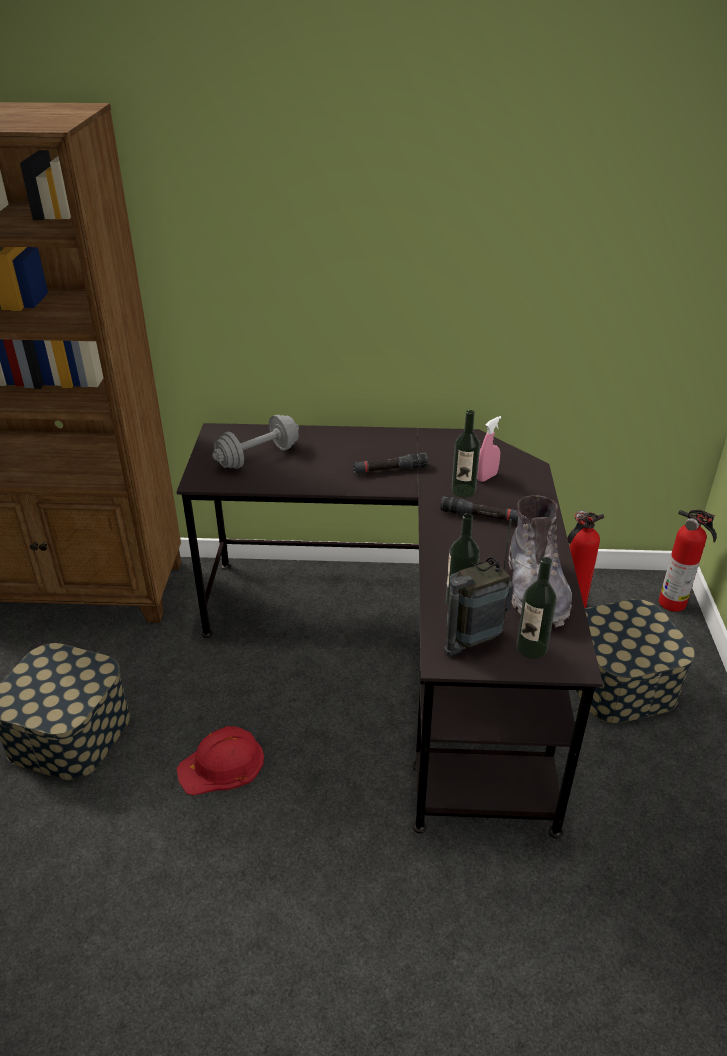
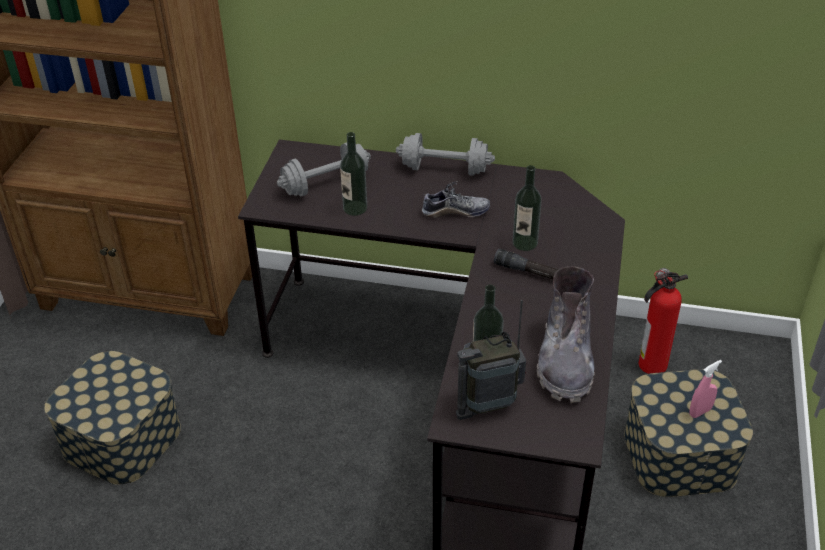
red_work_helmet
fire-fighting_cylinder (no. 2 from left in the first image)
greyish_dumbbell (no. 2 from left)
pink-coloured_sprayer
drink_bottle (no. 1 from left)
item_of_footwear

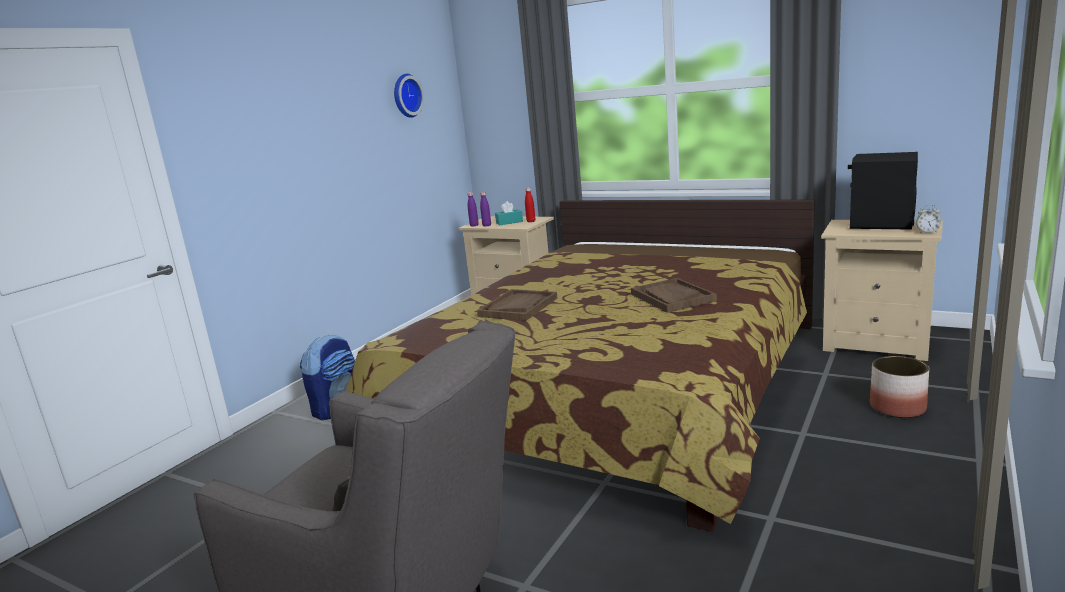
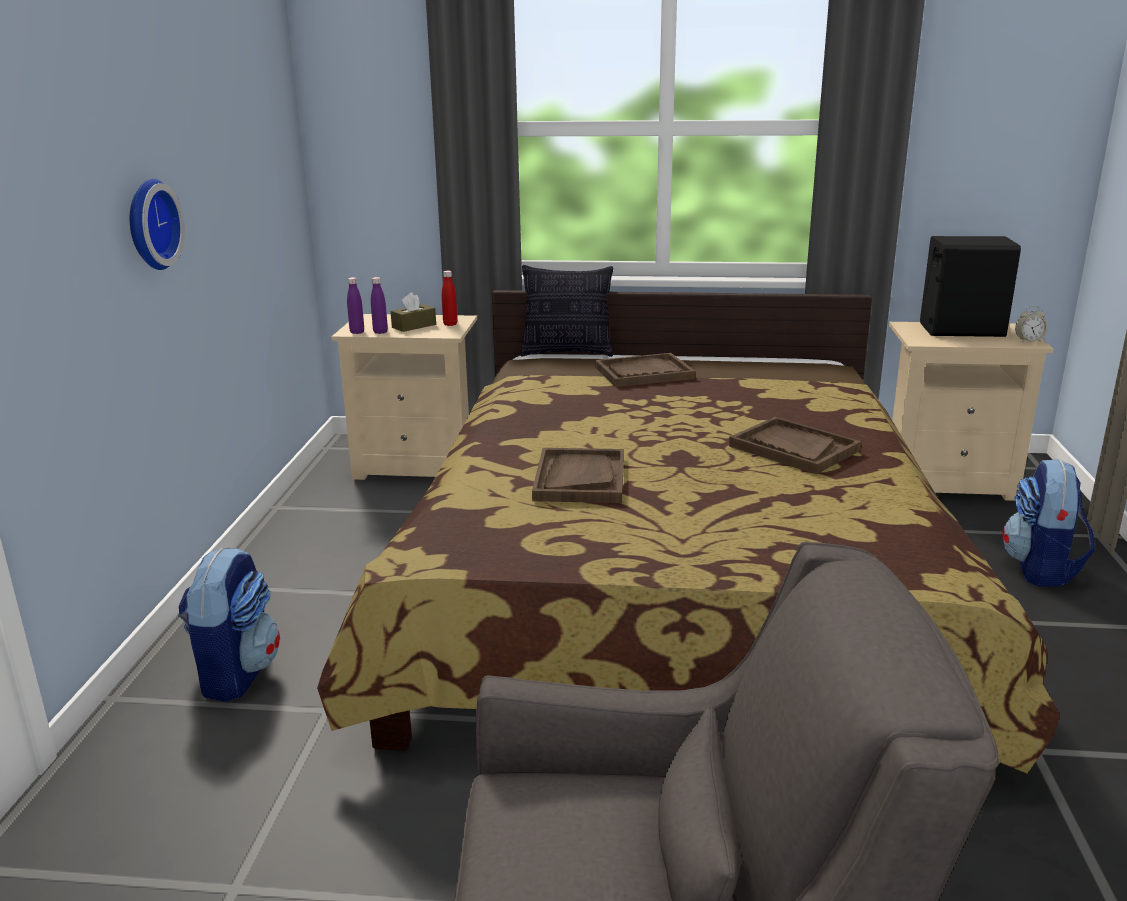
pillow
brown_tray (no. 2 from left)
wall_clock
rucksack (no. 2 from left)
brown_tissue_box

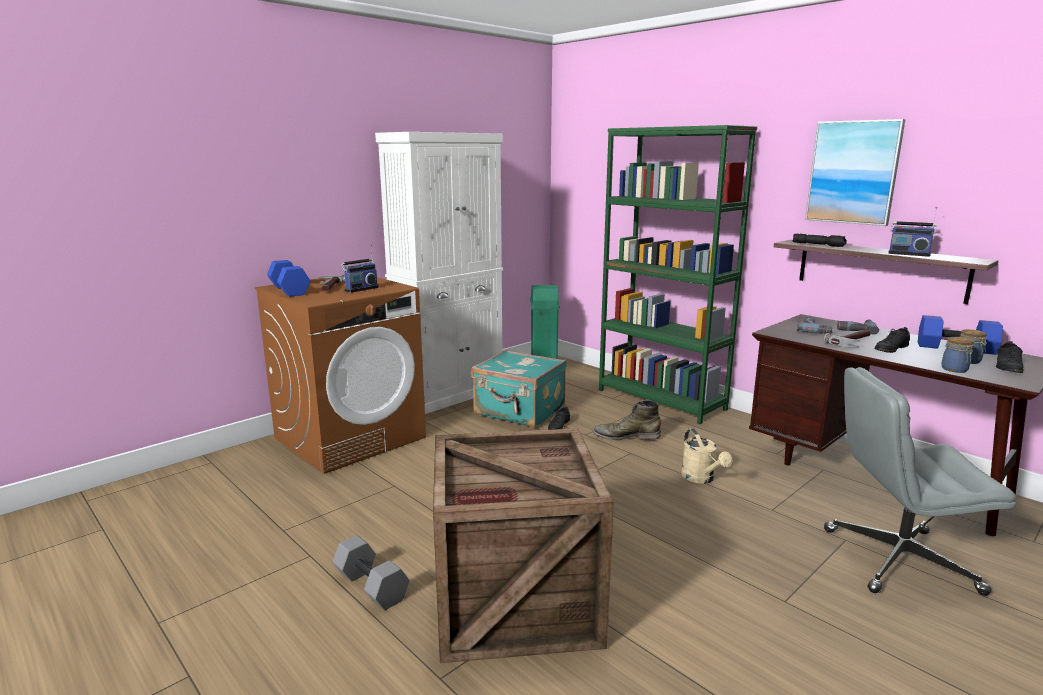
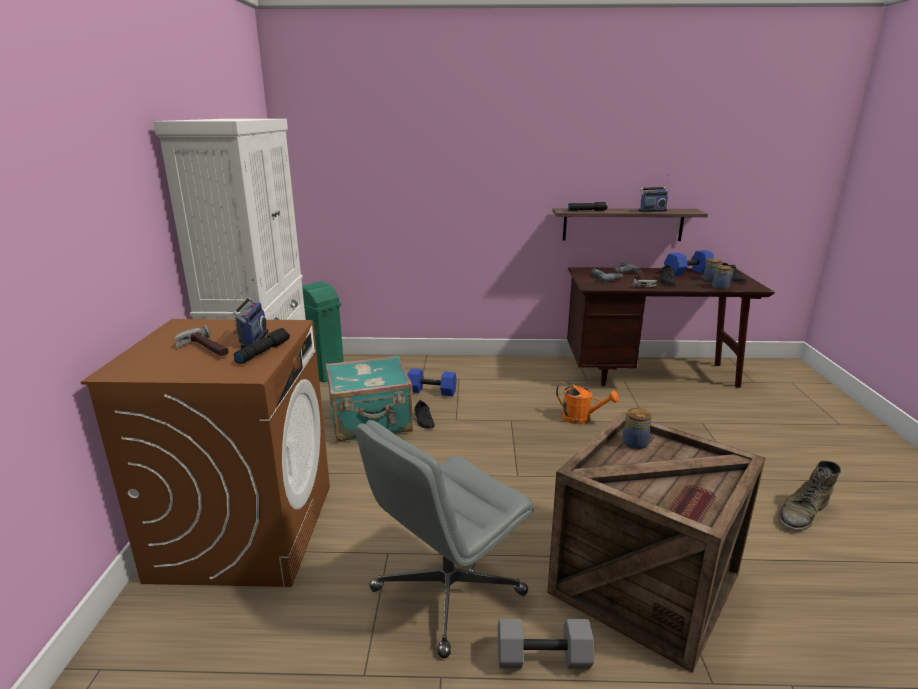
greenish_shelving_unit
picture
black_flashlight (no. 1 from left)
preserve_jar (no. 1 from left)
blue_dumbbell (no. 1 from left)
greenish_tall_boot
greyish_computer_chair
orange-coloured_watering_can

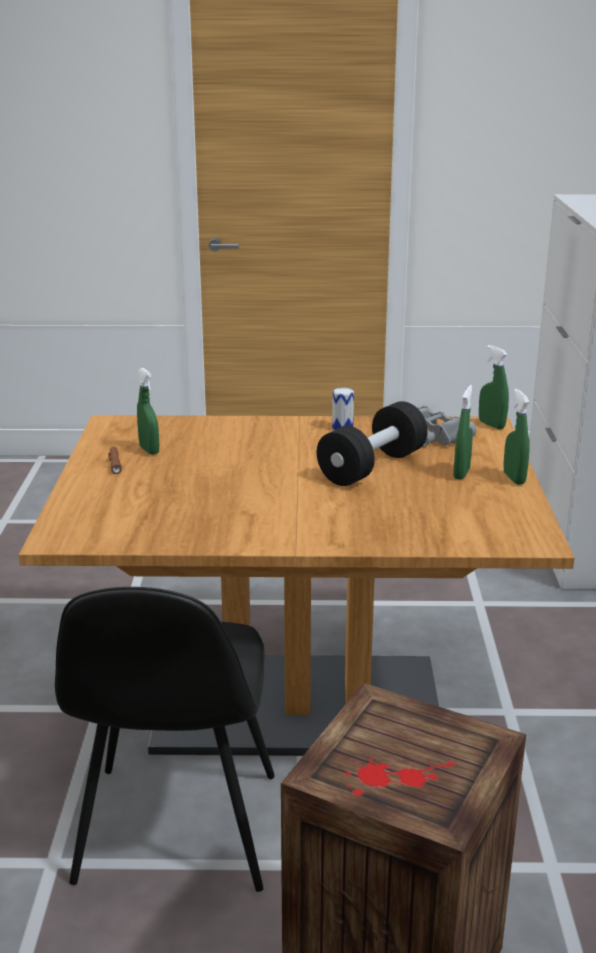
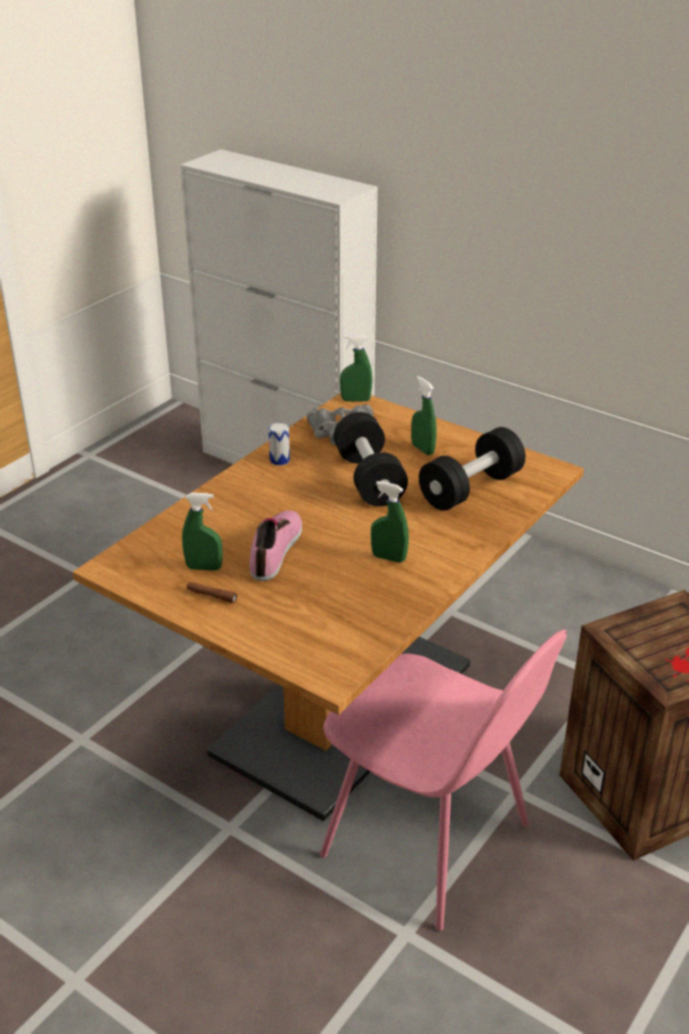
item_of_footwear
black_dumbbell (no. 2 from left)
greenish_sprayer (no. 3 from left)
pink-coloured_plain_chair

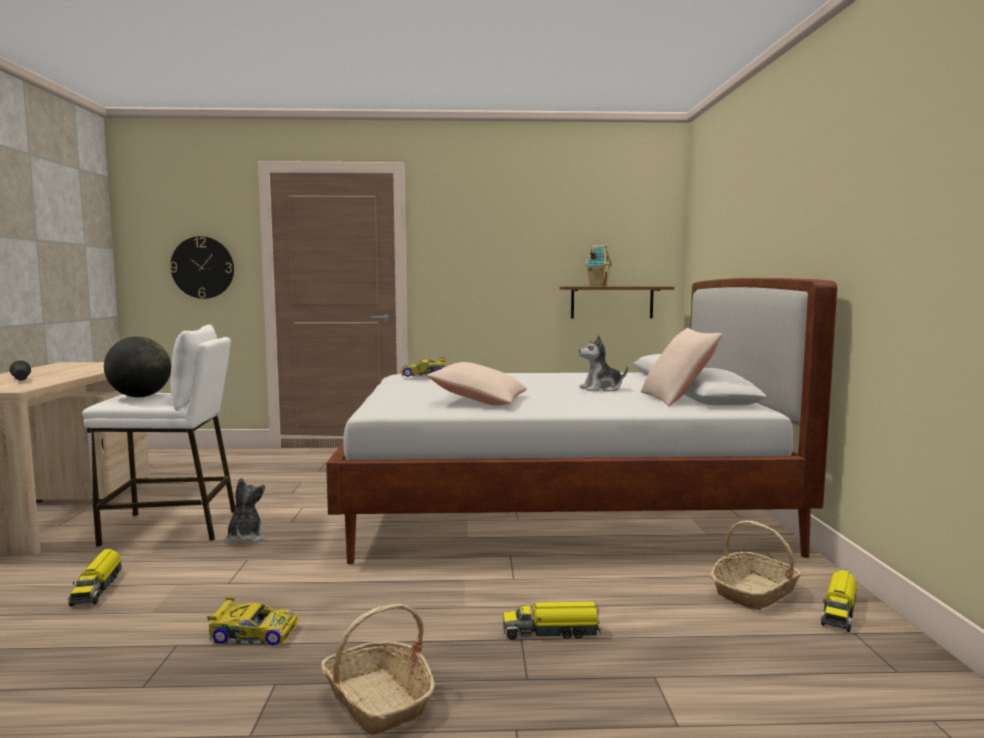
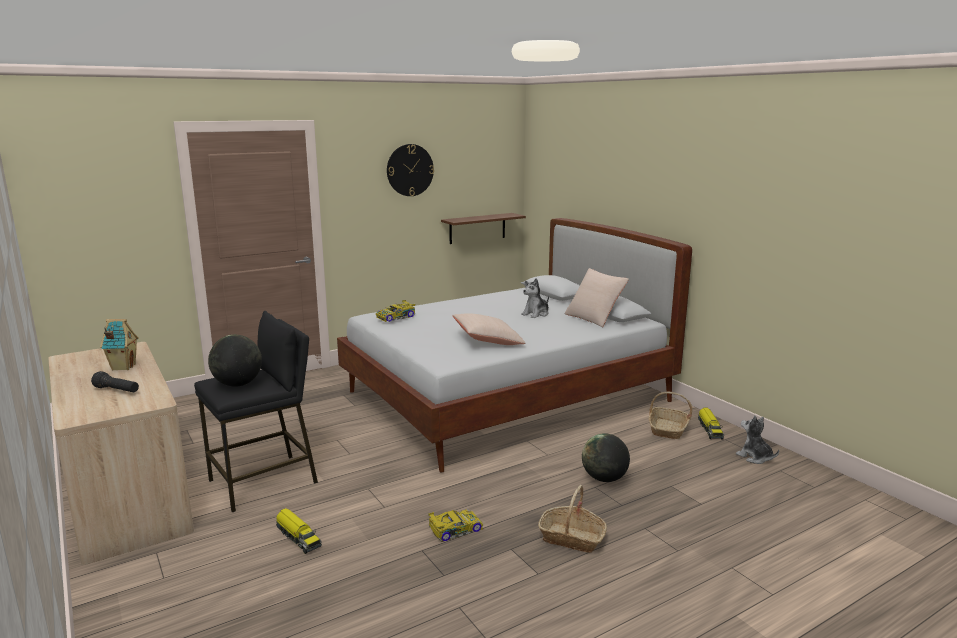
wall_clock
cuddly_toy (no. 2 from left)
model_house
globe (no. 2 from left)
black_stool

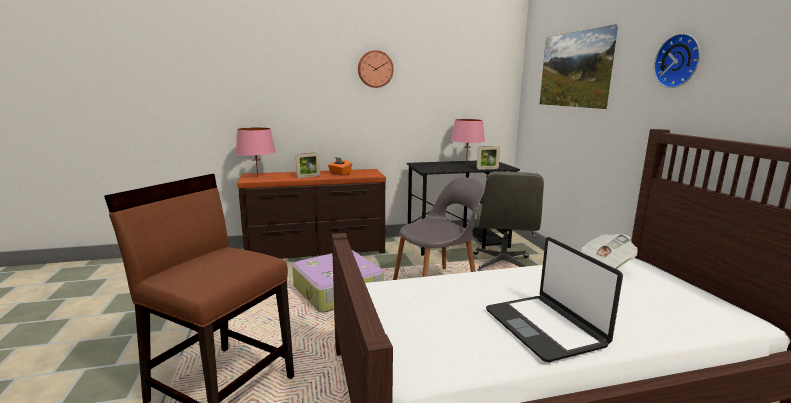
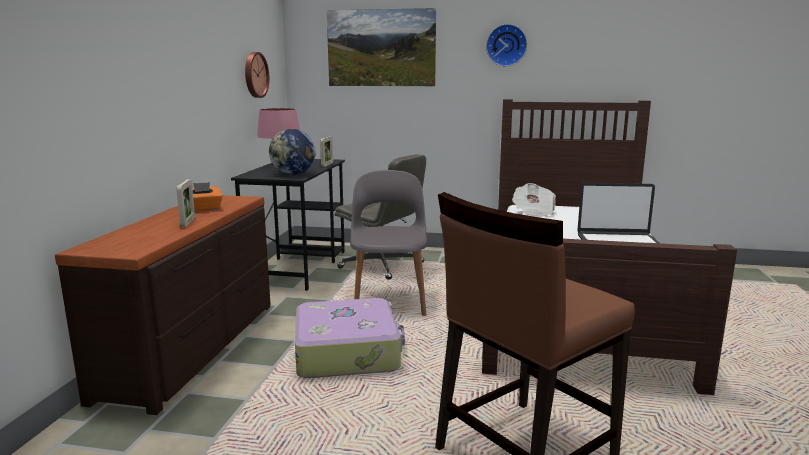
pink-coloured_table_lamp (no. 1 from left in the first image)
globe
wall_clock (no. 1 from left)

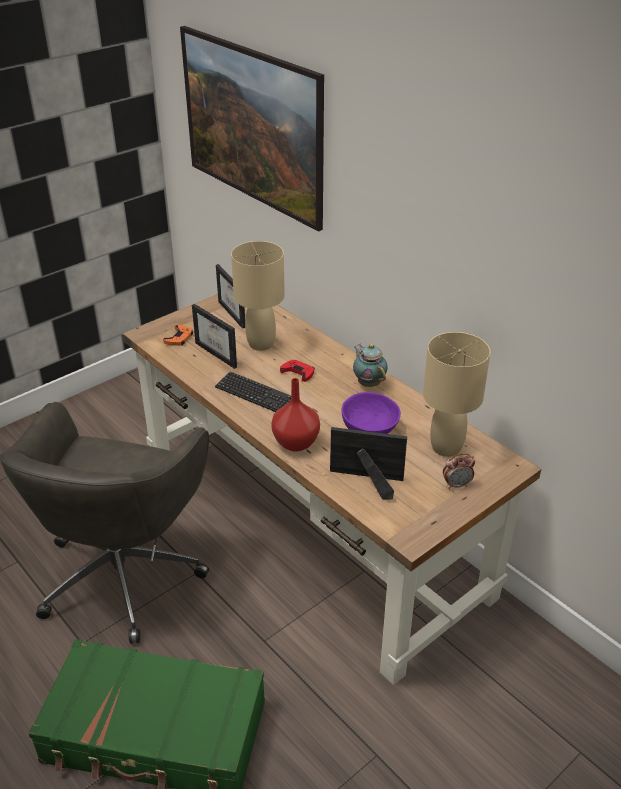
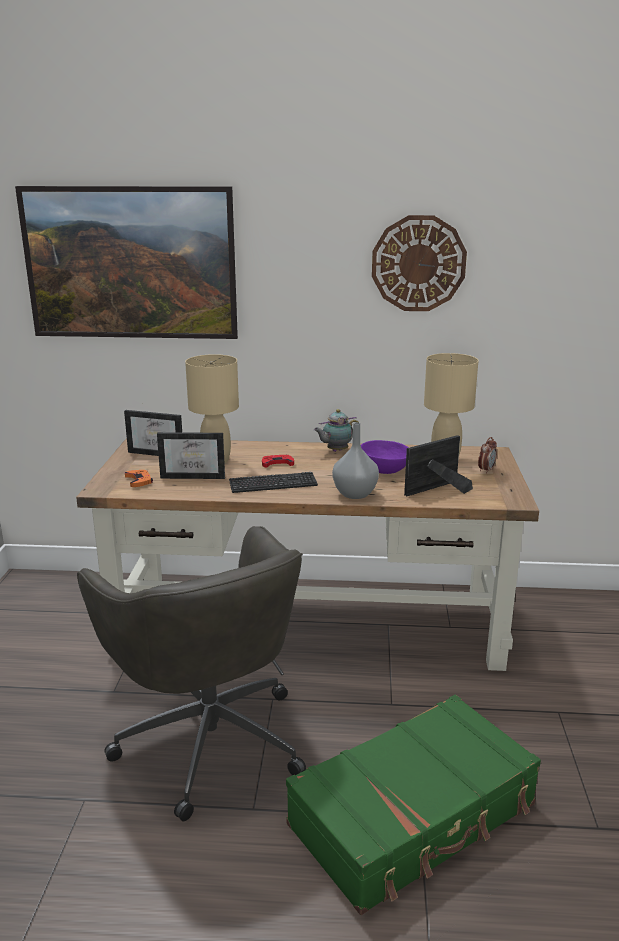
wall_clock
greyish_decorative_vase
teapot

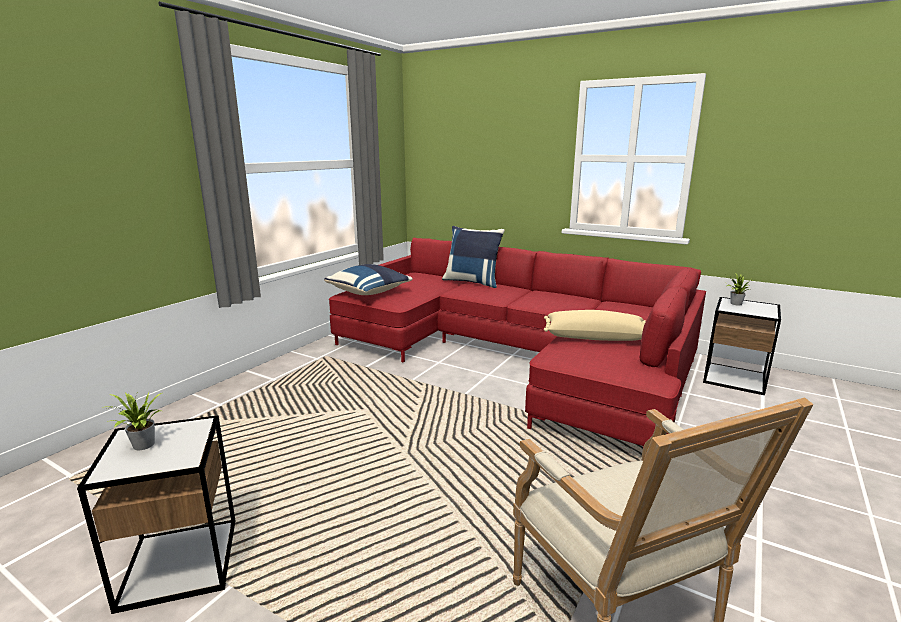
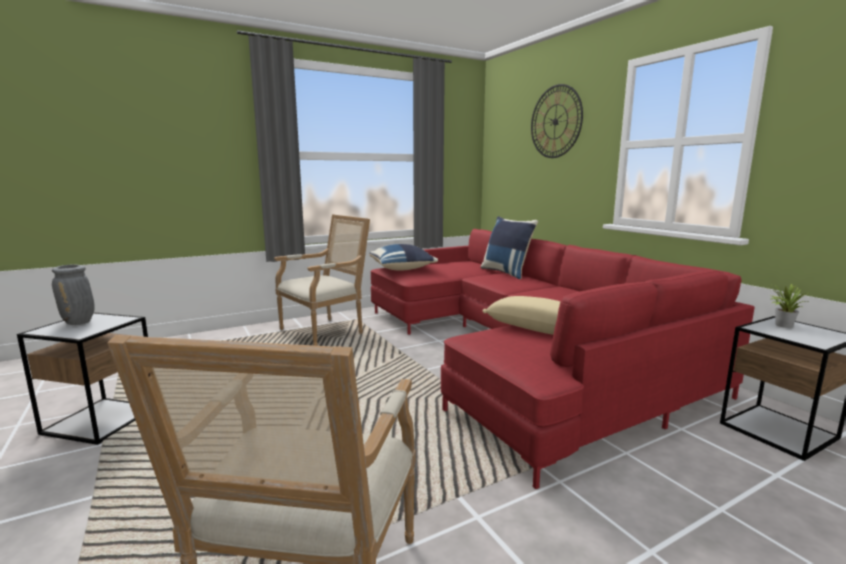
armchair (no. 2 from left)
wall_clock
greyish_decorative_vase

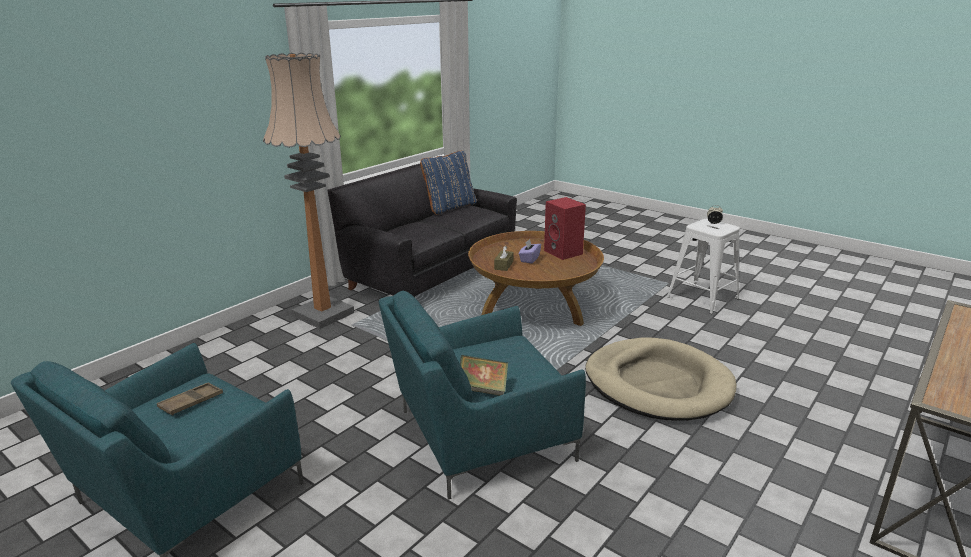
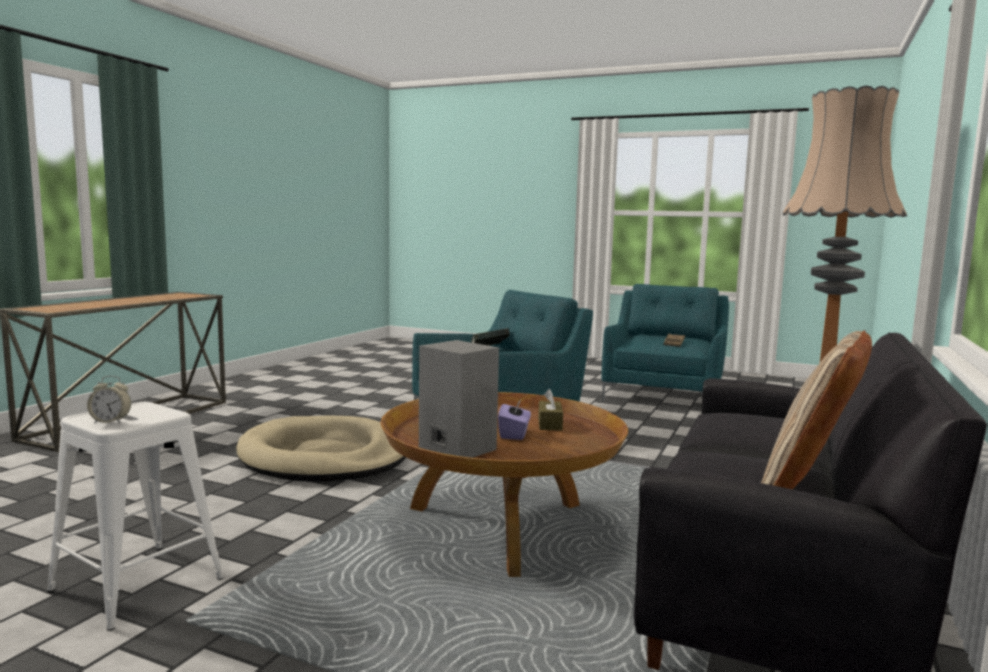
beige-coloured_pillow
greyish_audio_speaker

